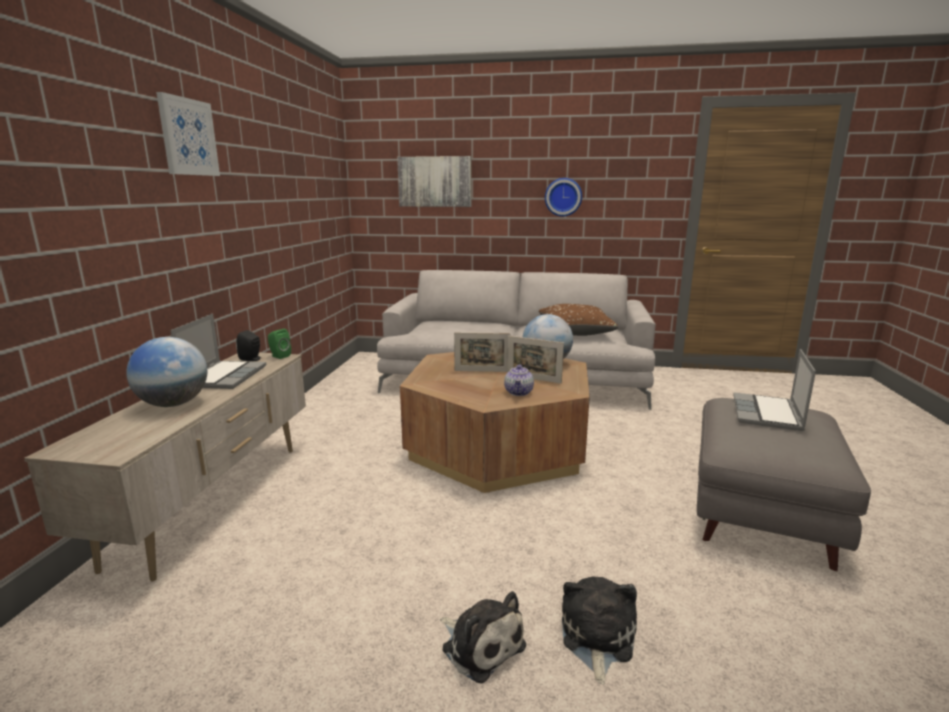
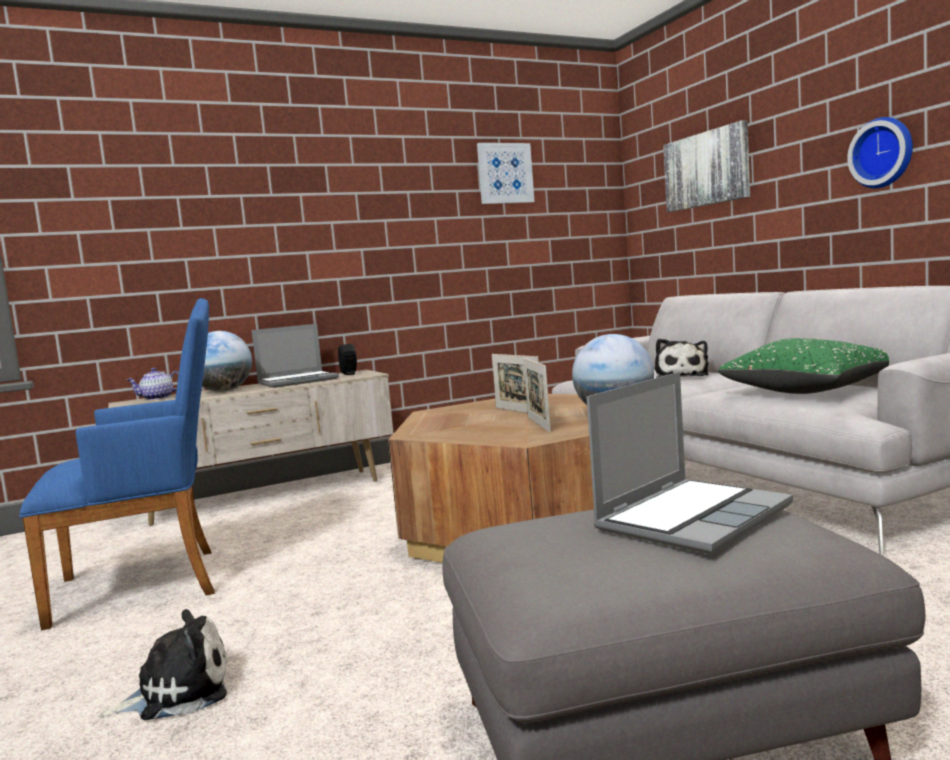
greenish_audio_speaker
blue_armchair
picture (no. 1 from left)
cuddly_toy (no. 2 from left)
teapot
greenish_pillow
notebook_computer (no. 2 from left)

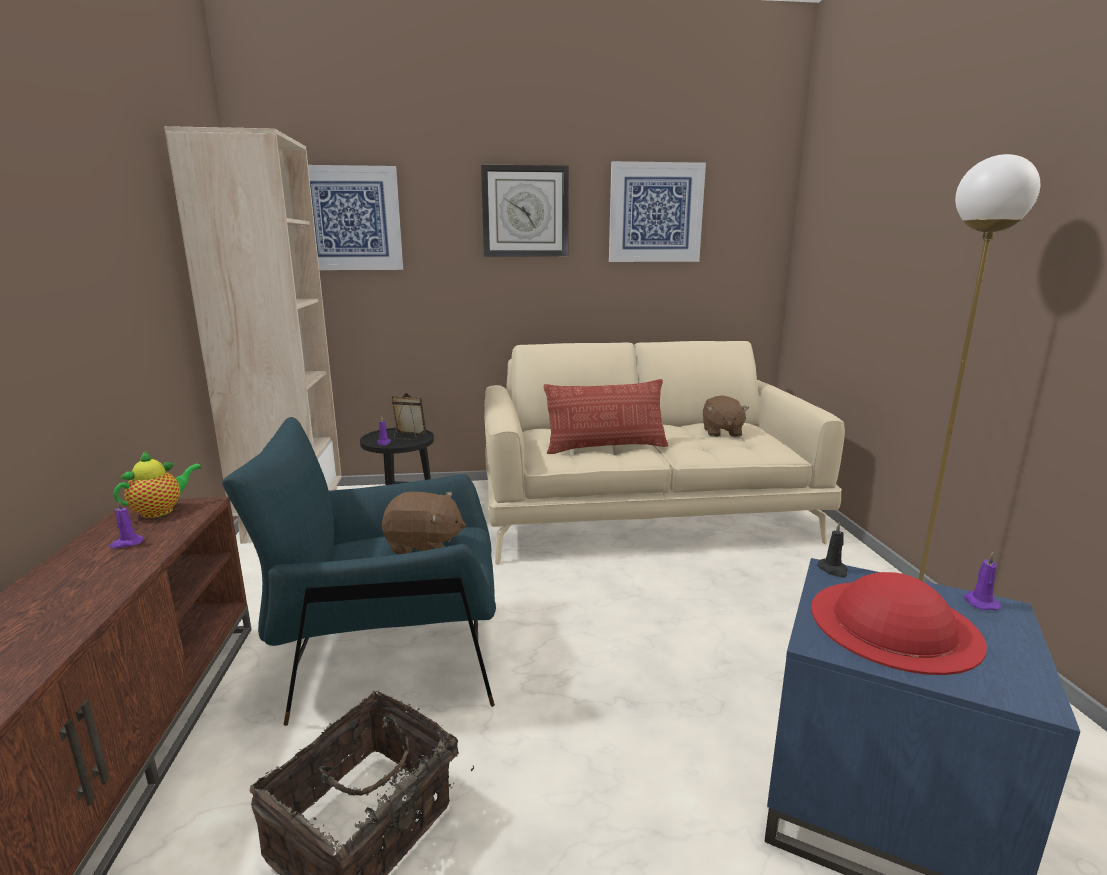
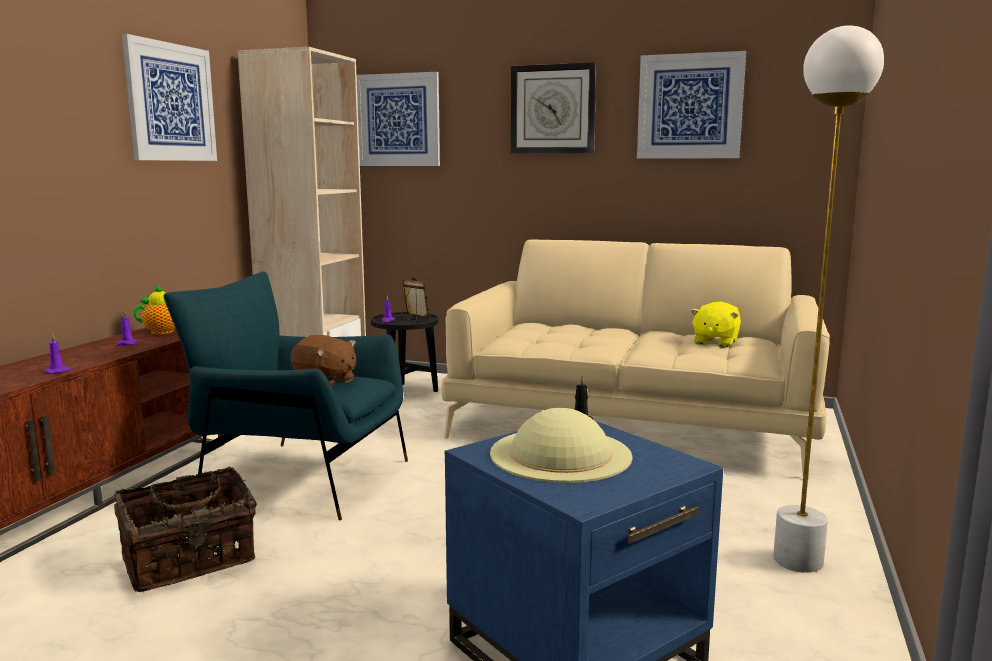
pillow
picture (no. 1 from left)
purple_candle (no. 1 from left)
yellow-coloured_cuddly_toy
beige-coloured_clothing_hat

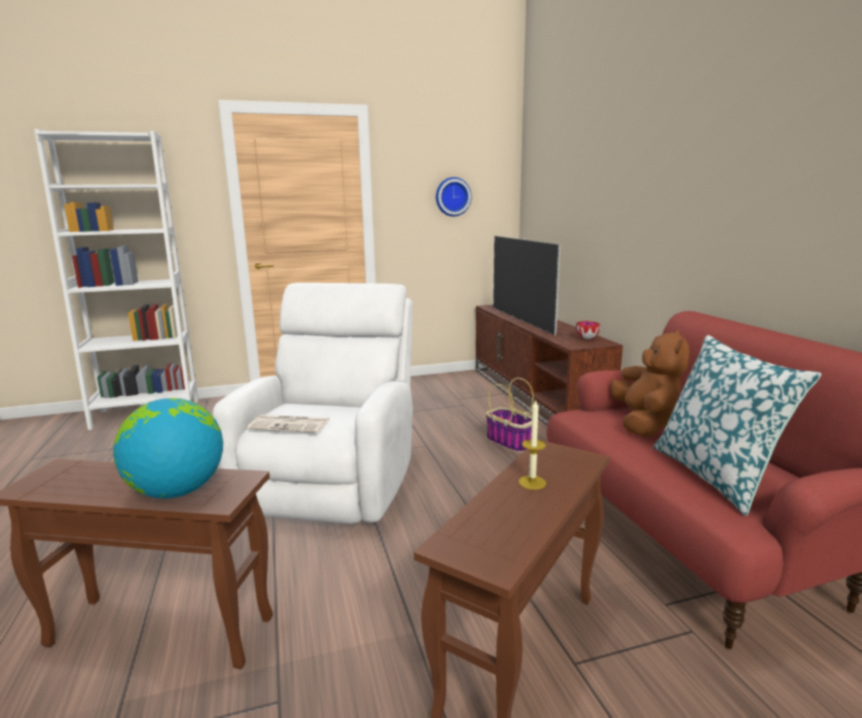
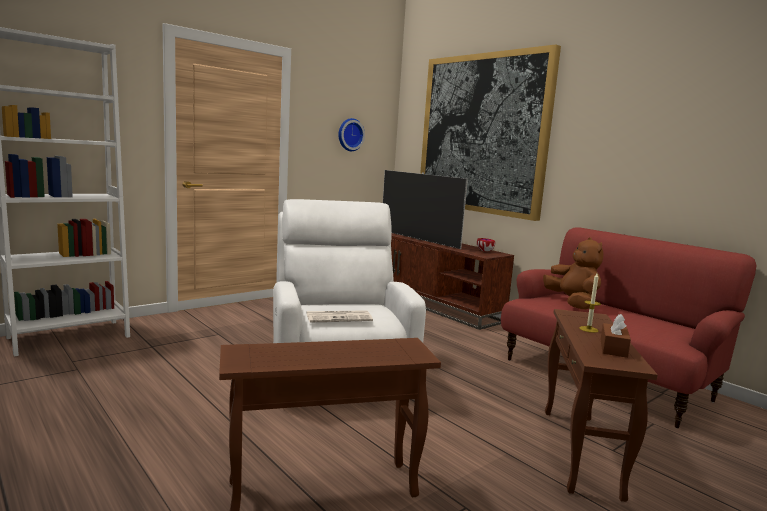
globe
basket
pillow
picture
brown_tissue_box

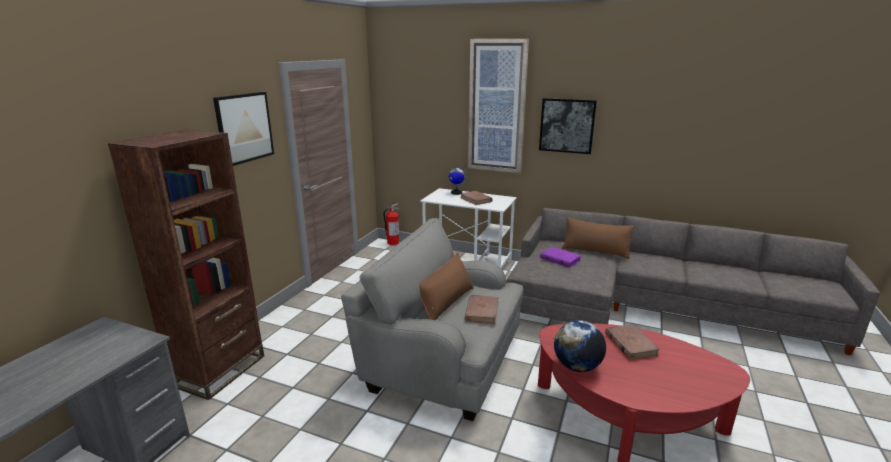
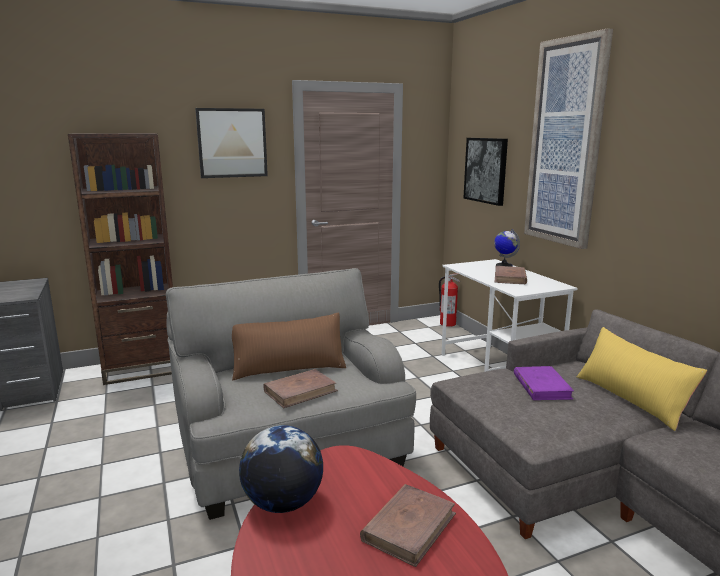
picture (no. 2 from left)
yellow-coloured_pillow

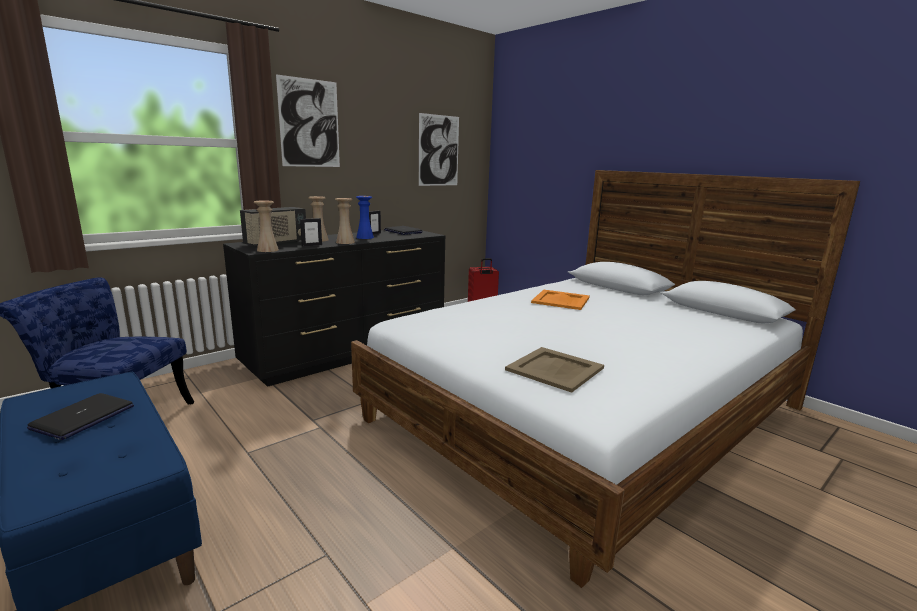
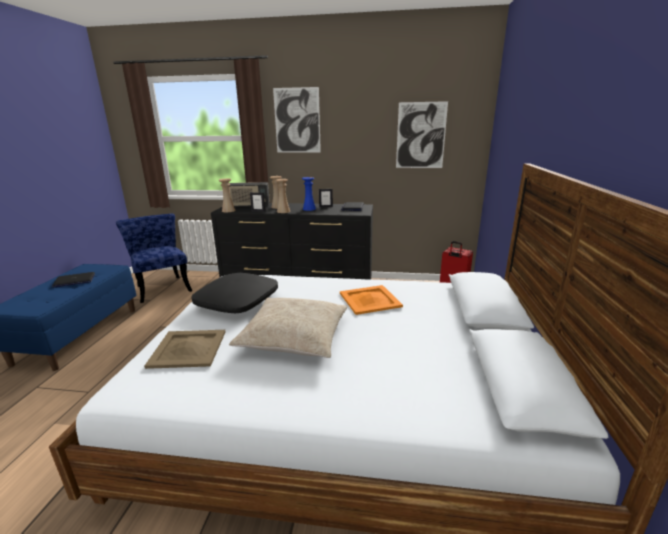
black_pillow
beige-coloured_pillow

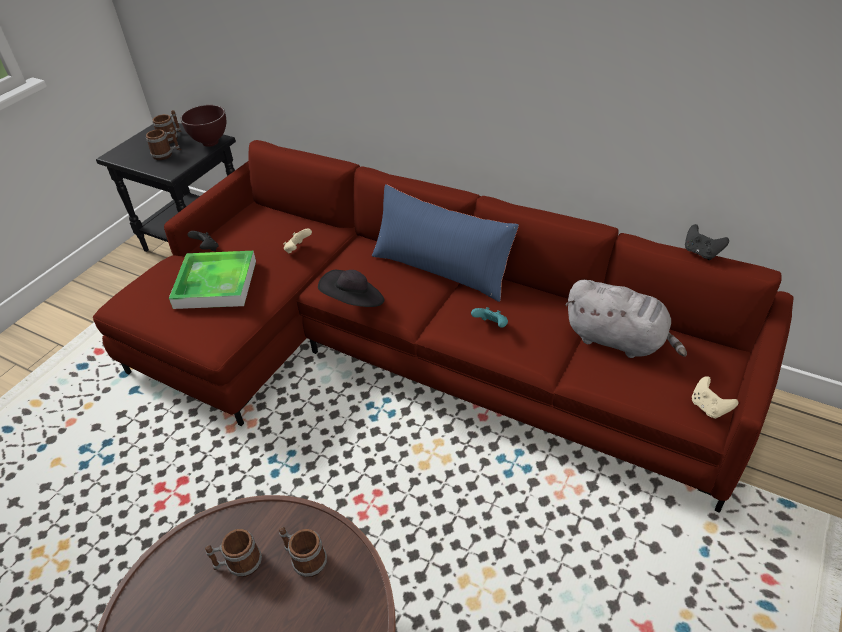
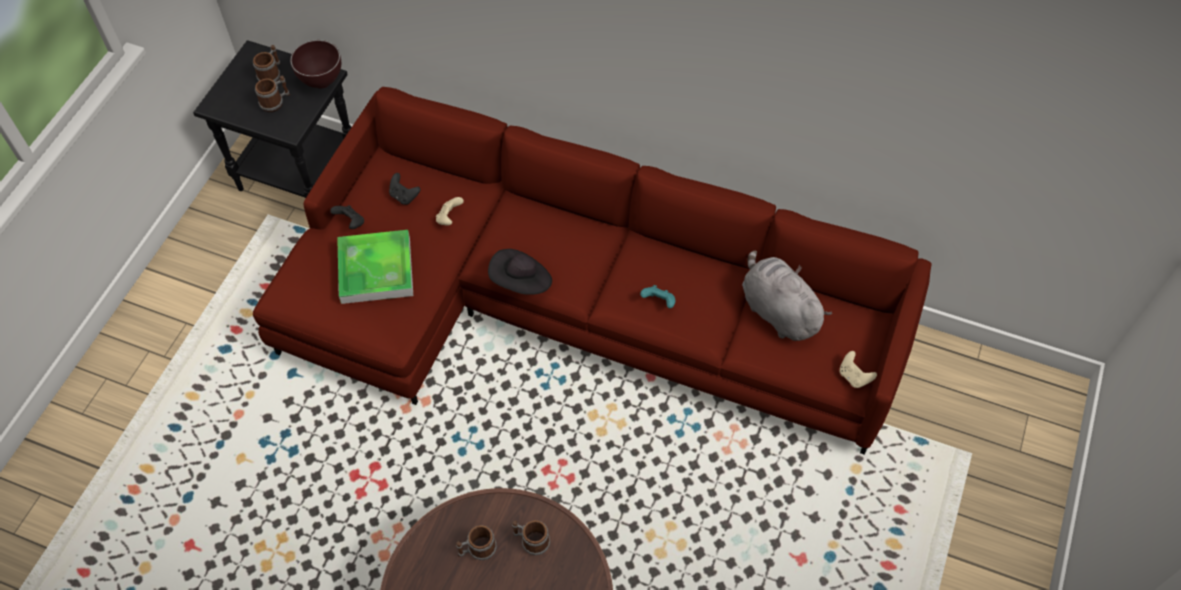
blue_pillow
black_gamepad (no. 2 from left)
greyish_cuddly_toy

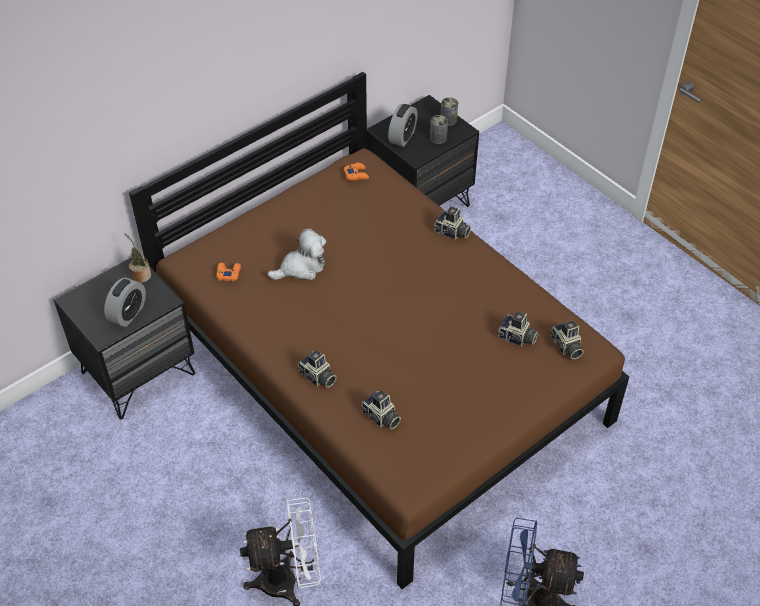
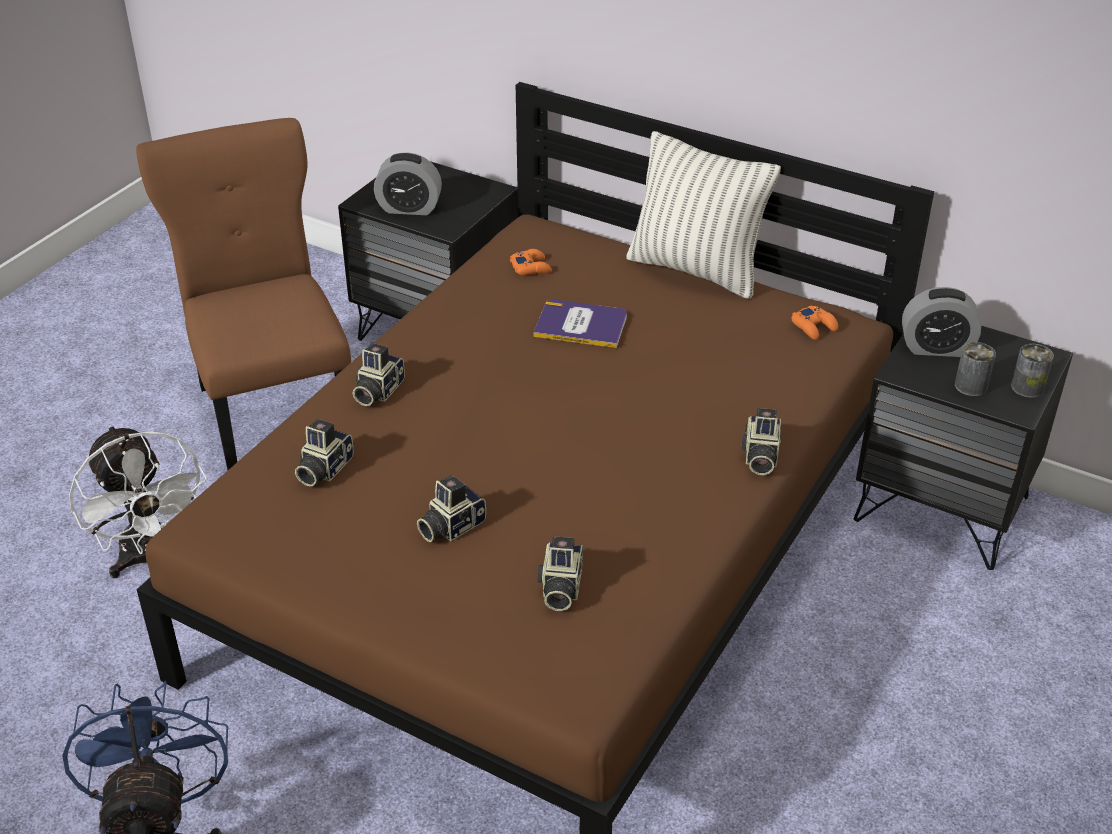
plant_in_a_pot
brown_plain_chair
pillow
photo_camera (no. 3 from left)
volume

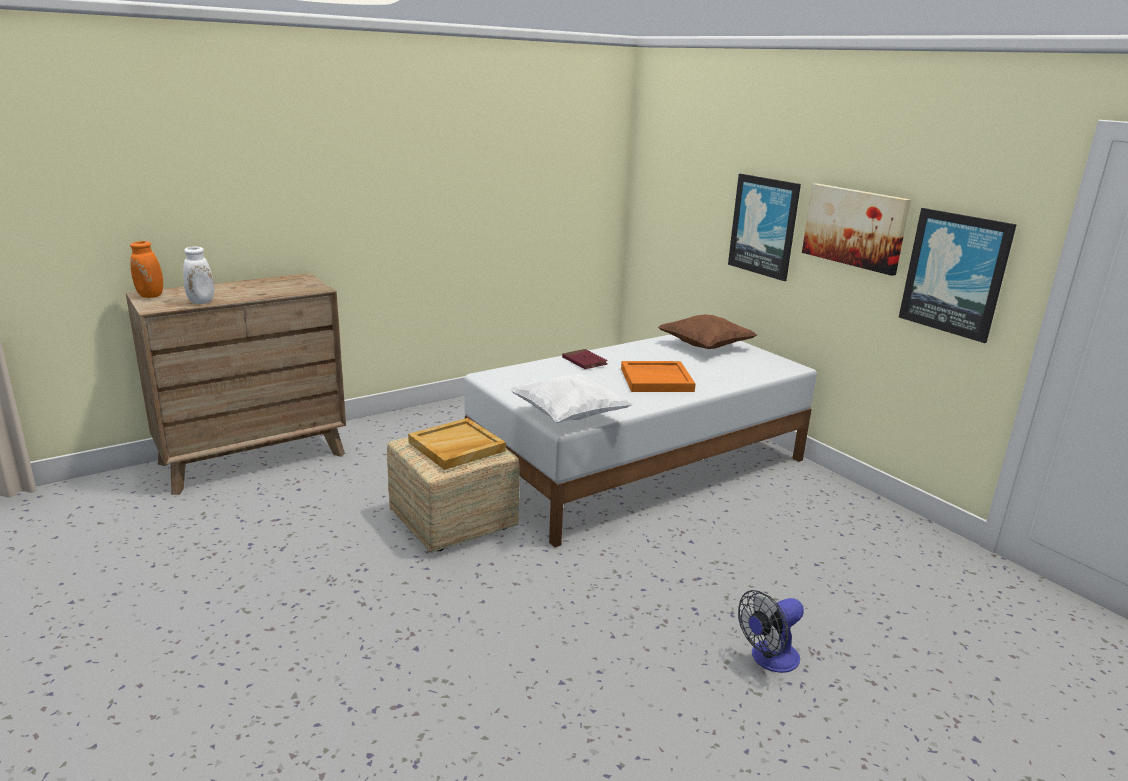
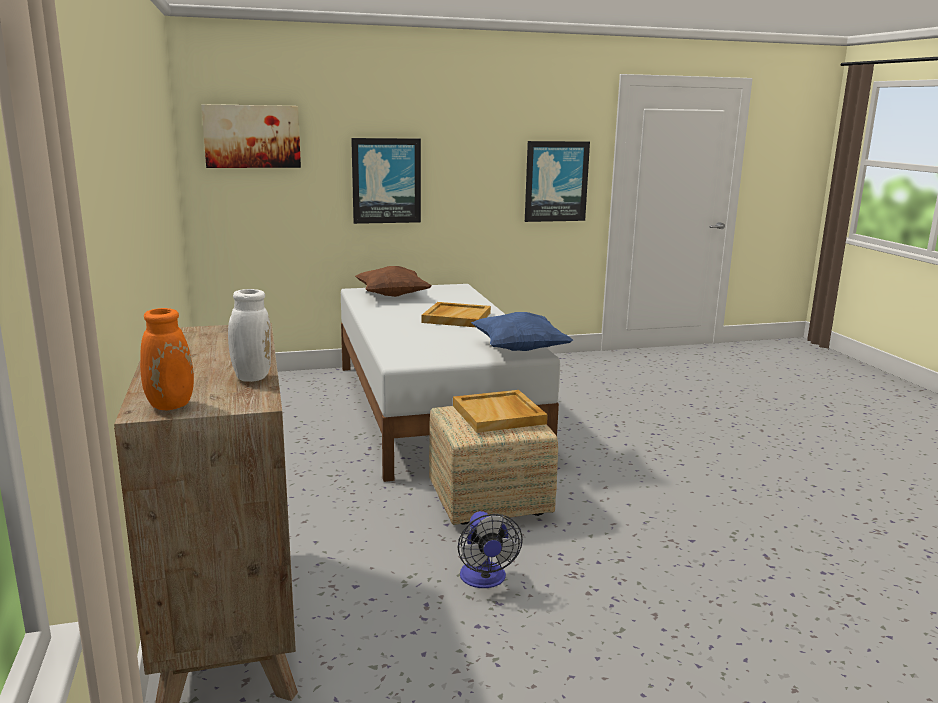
red_volume
electric_fan
picture (no. 1 from left)
blue_pillow
beige-coloured_tray (no. 1 from left)

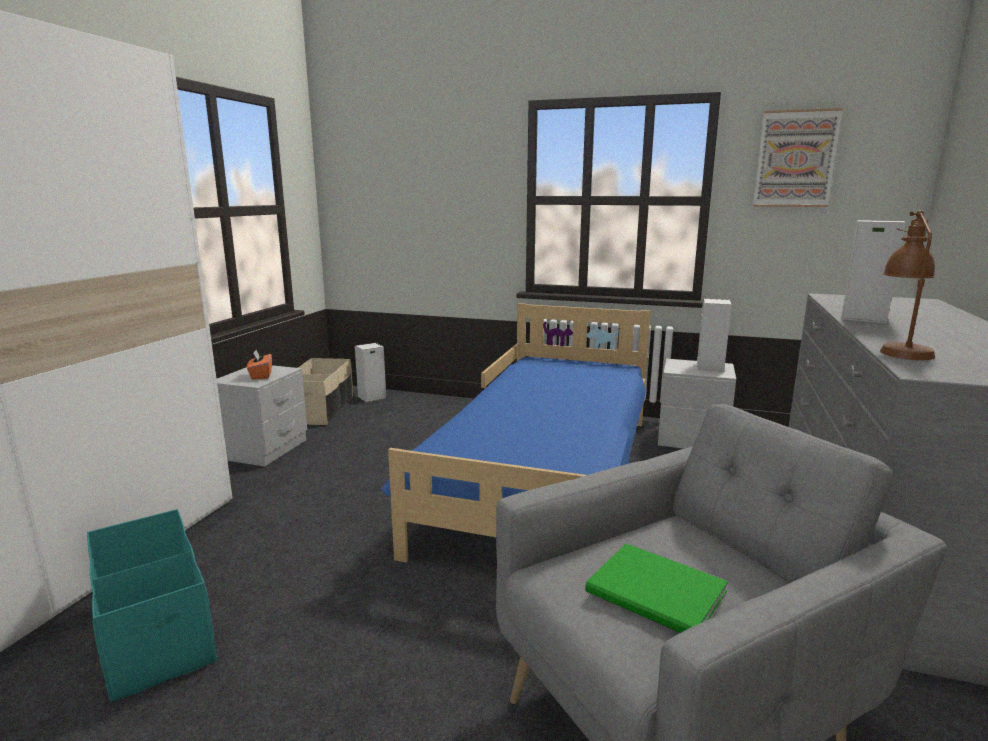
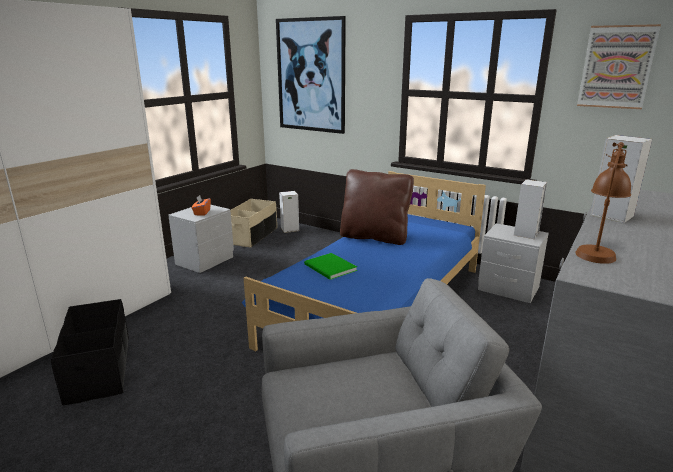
picture (no. 1 from left)
brown_pillow
greenish_volume
black_storage_container

